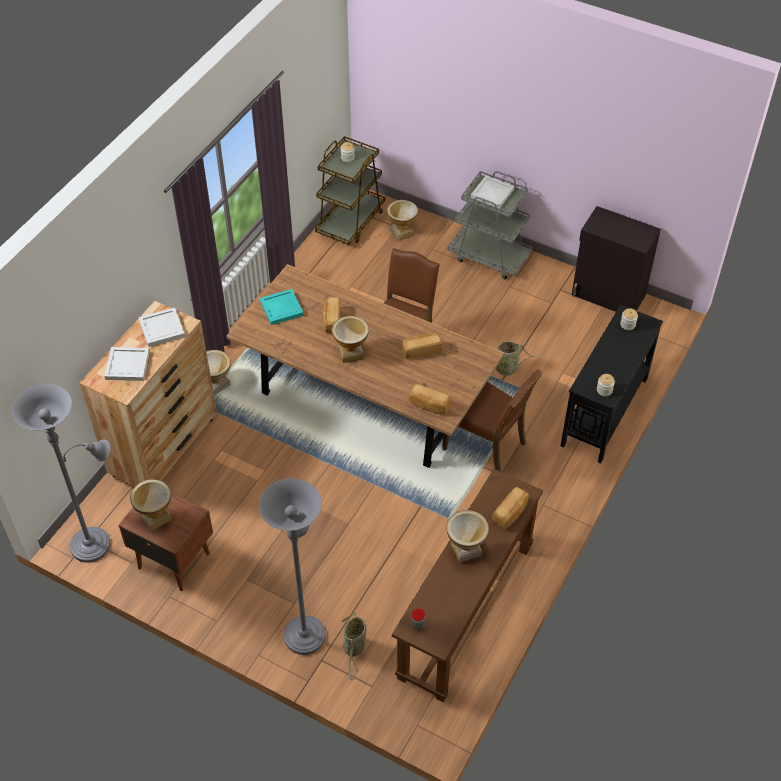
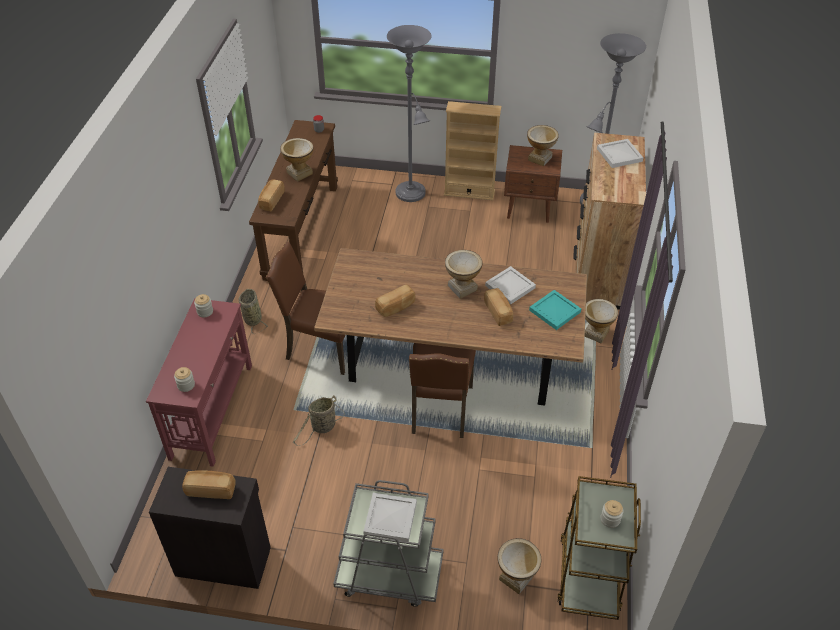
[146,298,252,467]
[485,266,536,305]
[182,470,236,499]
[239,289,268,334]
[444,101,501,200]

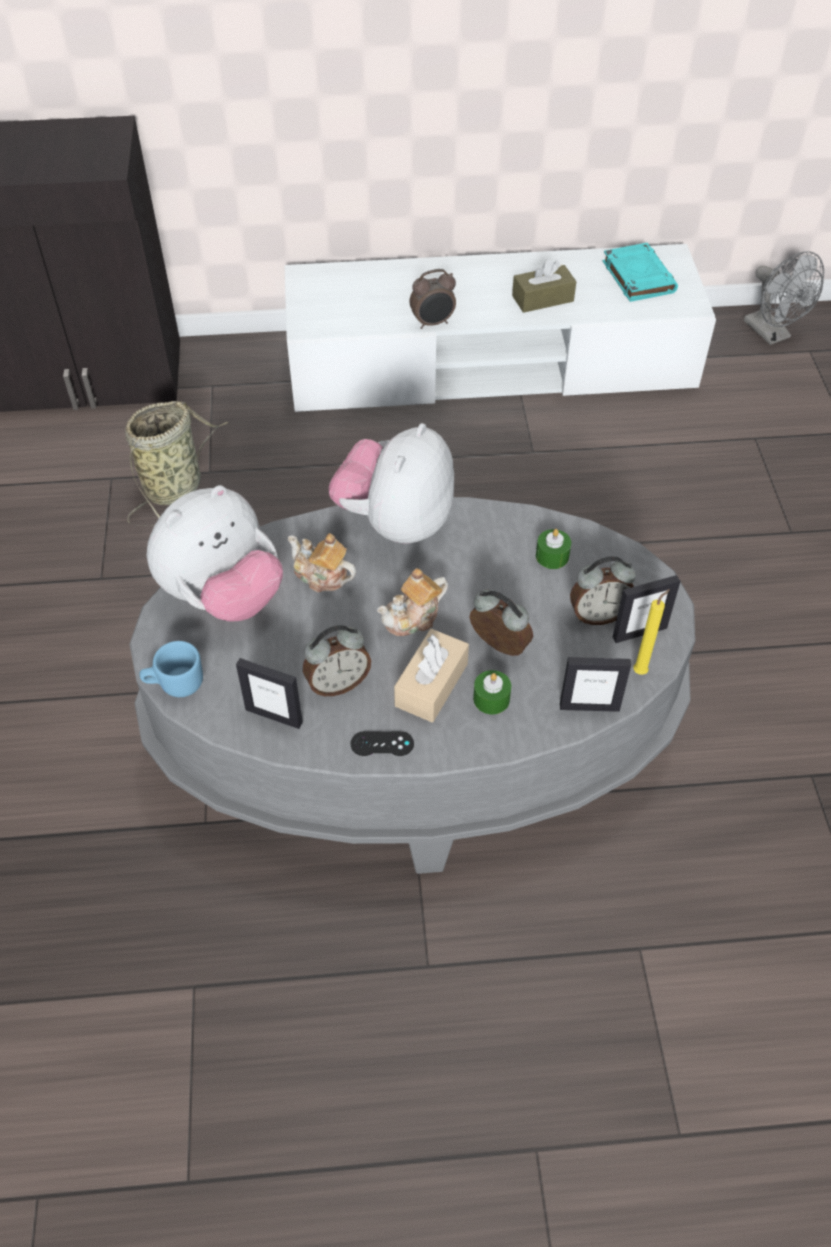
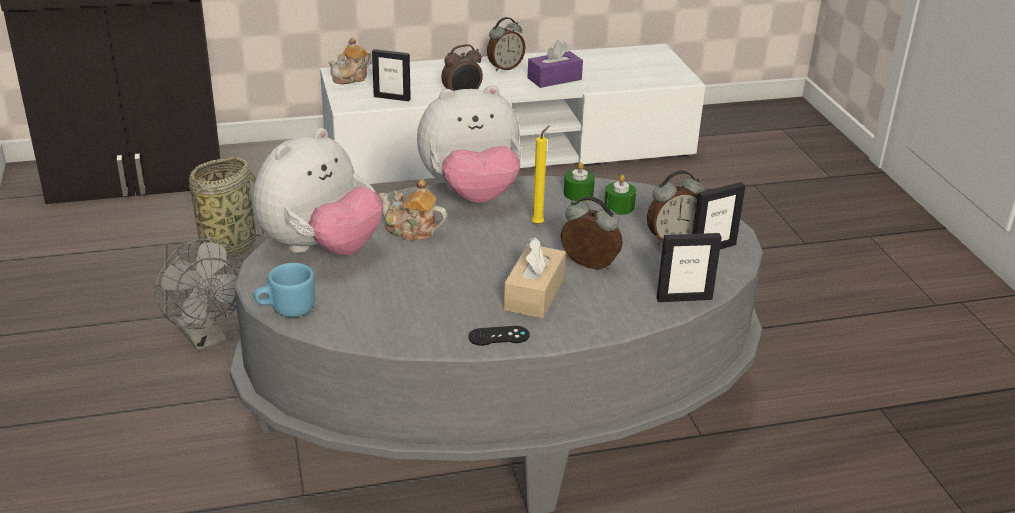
[603,243,678,302] (first image)
[155,238,243,352]
[528,40,583,88]
[417,85,522,203]
[328,37,372,84]
[531,125,550,225]
[487,17,525,71]
[372,49,411,101]
[564,162,595,201]

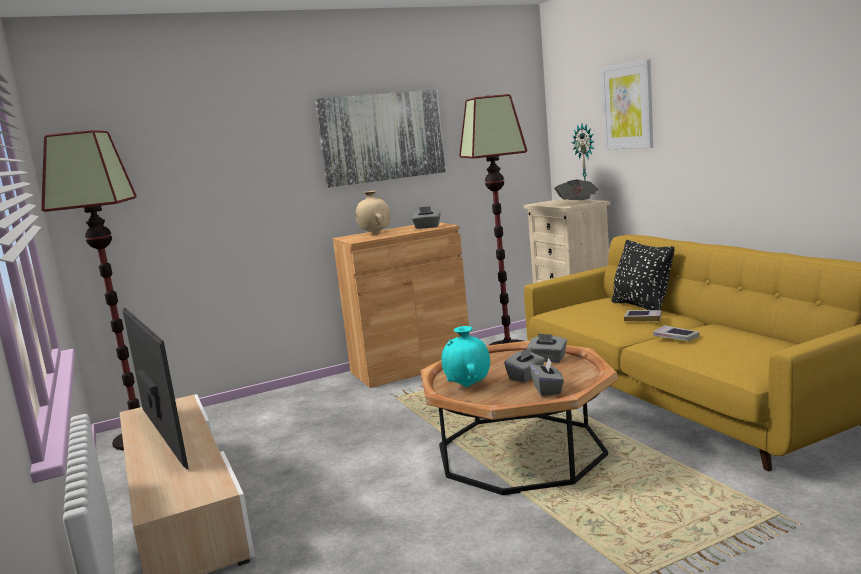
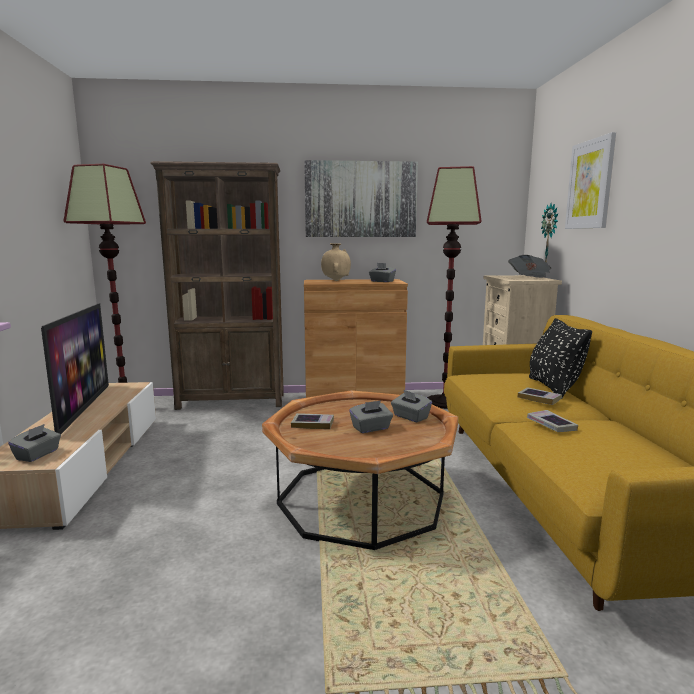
[291,413,334,429]
[8,424,61,462]
[150,161,284,410]

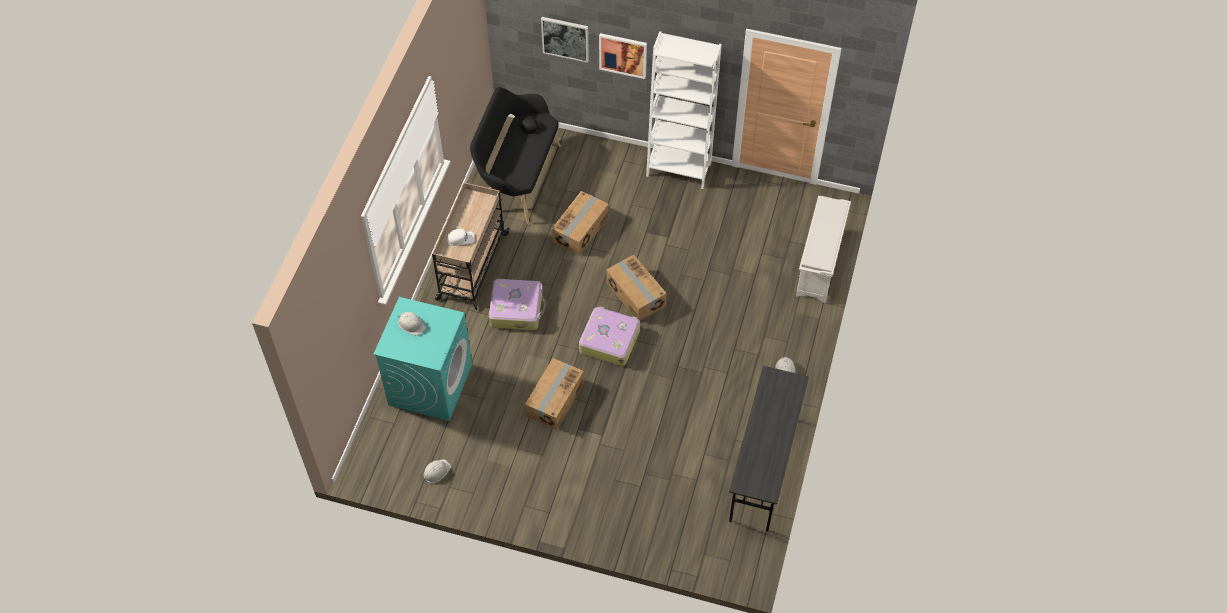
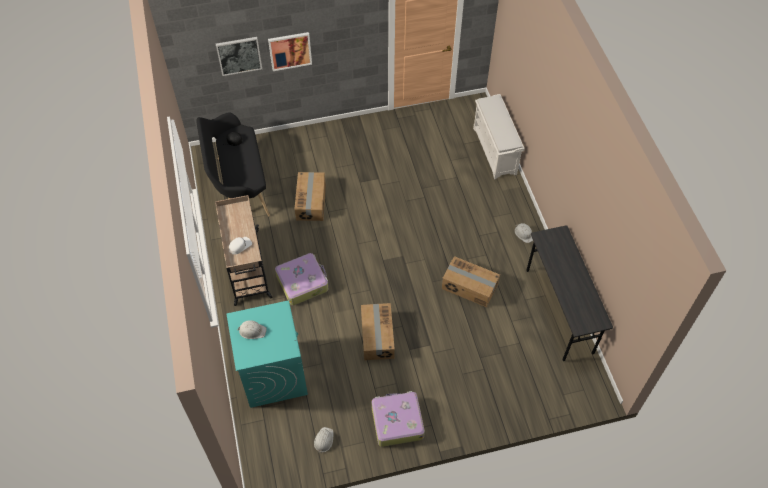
[646,31,722,189] (first image)
[442,256,500,307]
[371,391,425,447]

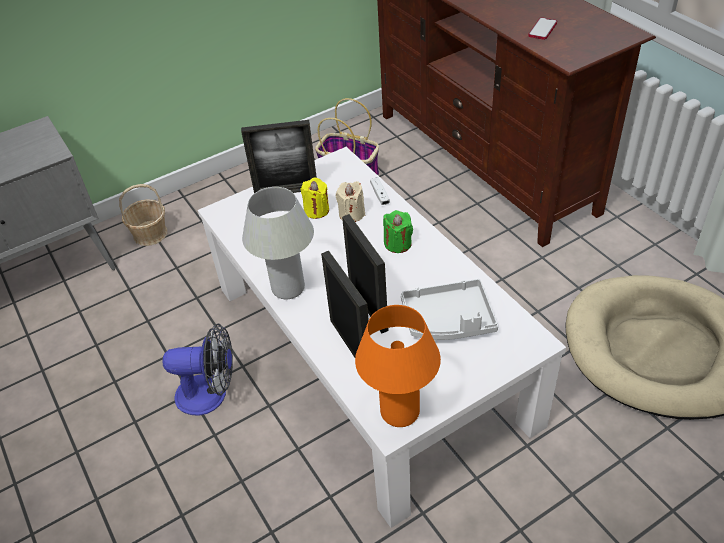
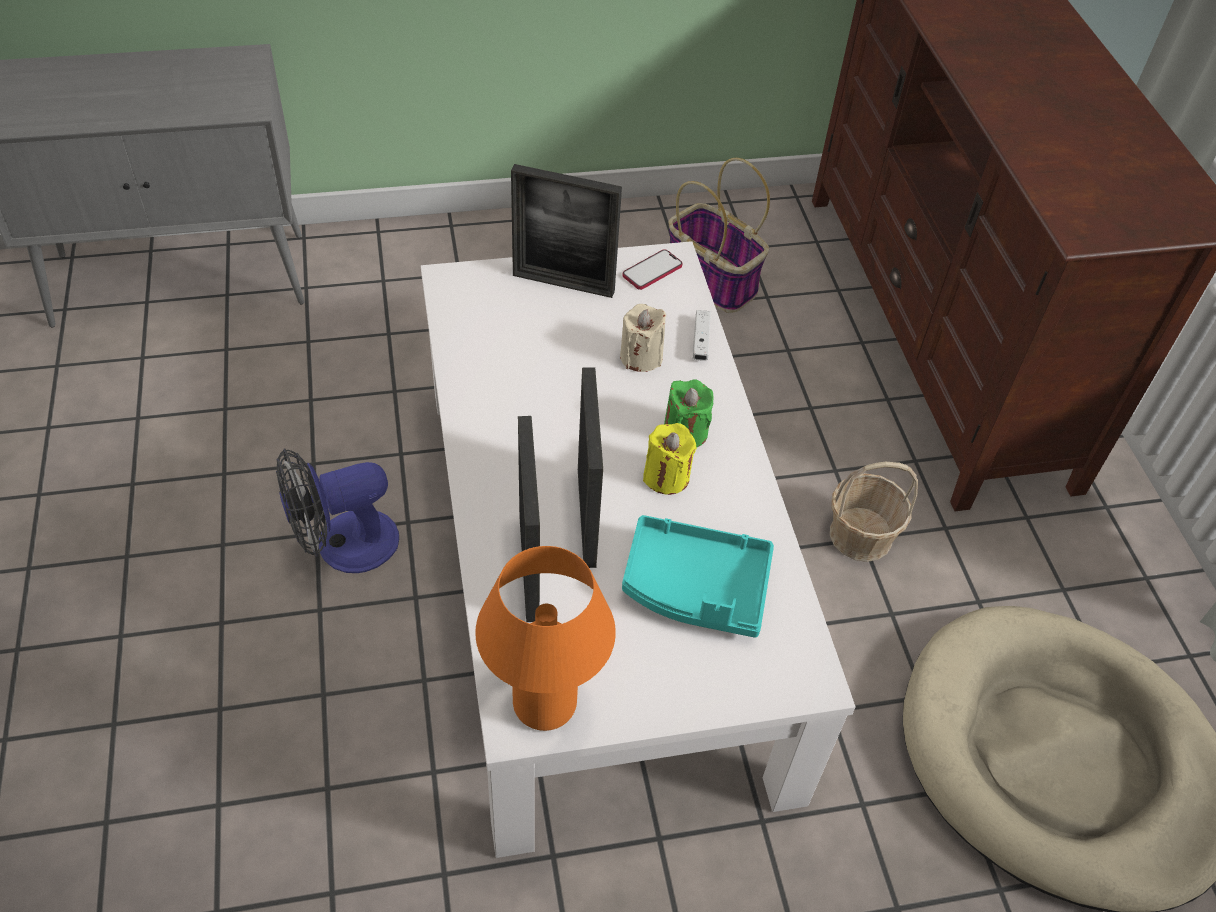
[622,249,683,290]
[643,423,697,495]
[830,462,918,562]
[242,187,314,299] (first image)
[622,515,774,638]
[276,448,399,573]

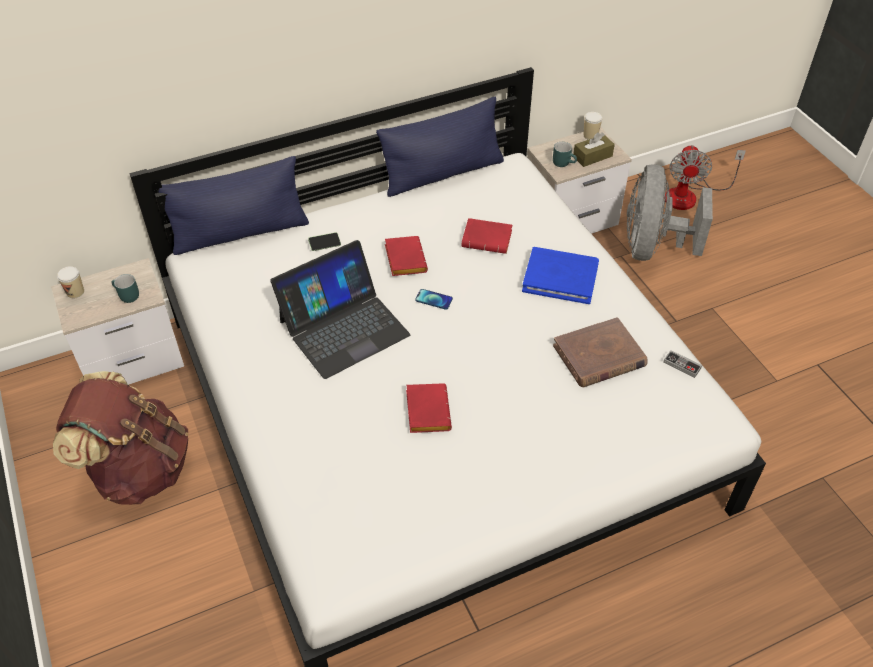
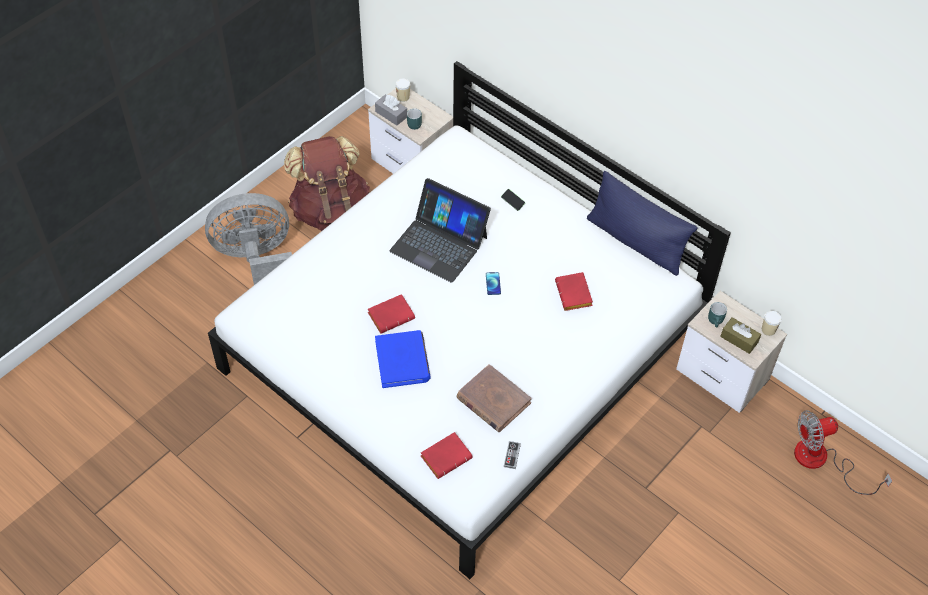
[158,156,309,255] (first image)
[205,193,292,285]
[421,432,473,479]
[375,330,430,388]
[375,94,407,125]

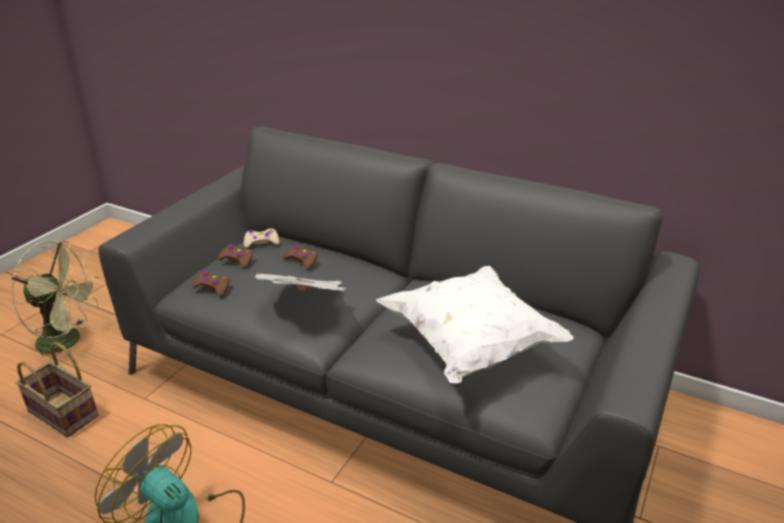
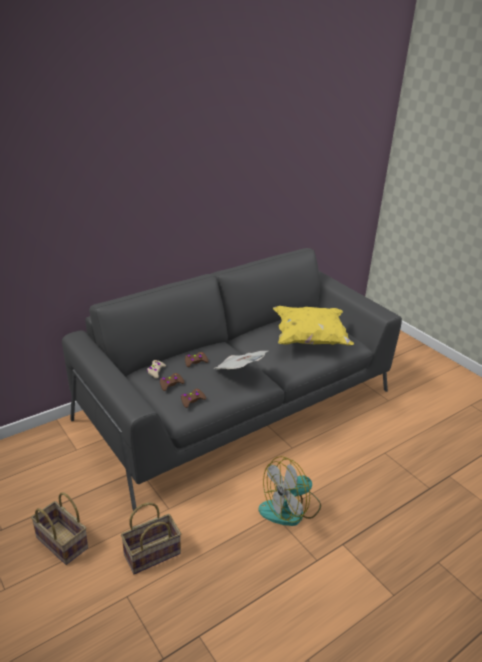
[31,492,88,565]
[273,306,354,346]

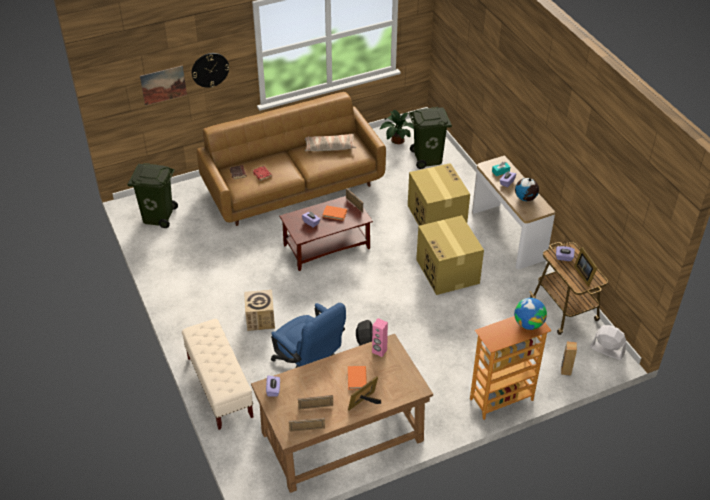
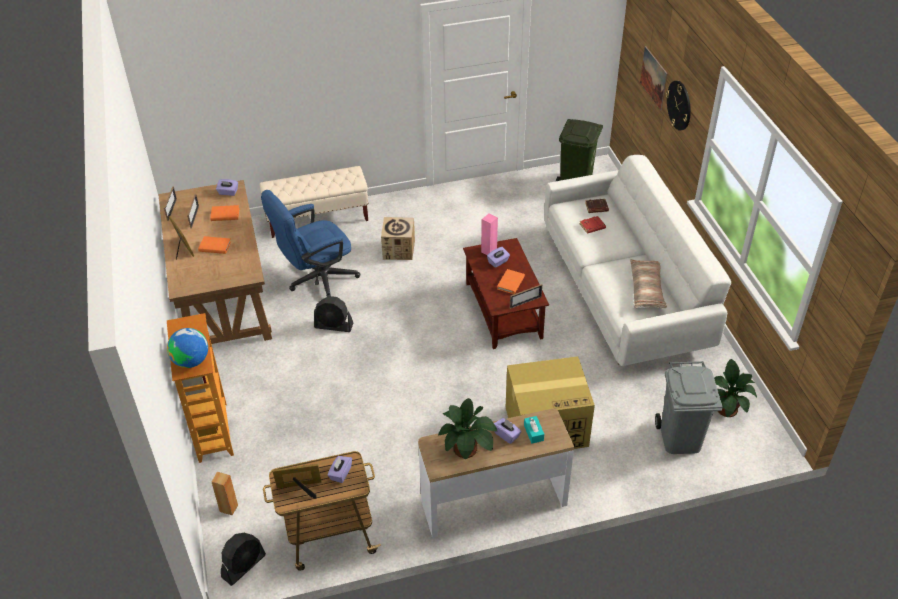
[544,155,731,366]
[655,361,723,454]
[438,398,497,459]
[416,215,484,295] (first image)
[481,213,498,255]
[221,533,266,586]
[210,205,240,221]

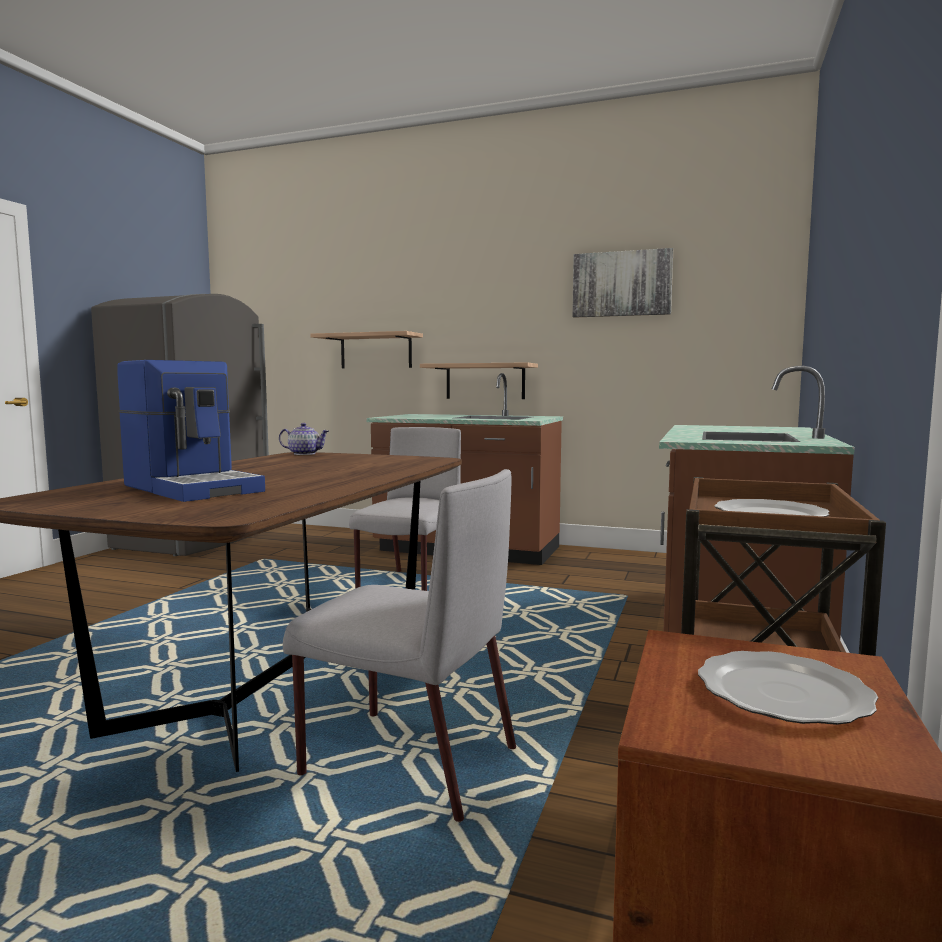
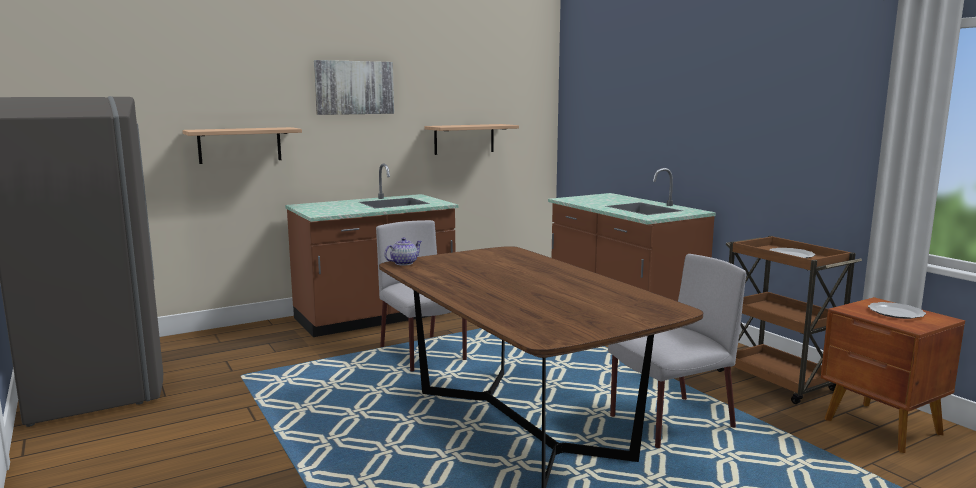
[314,60,394,115]
[117,360,265,502] (first image)
[424,124,519,155]

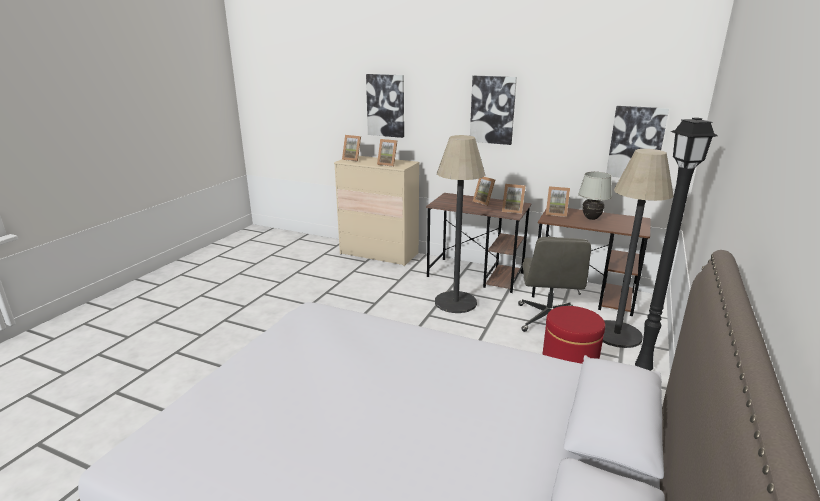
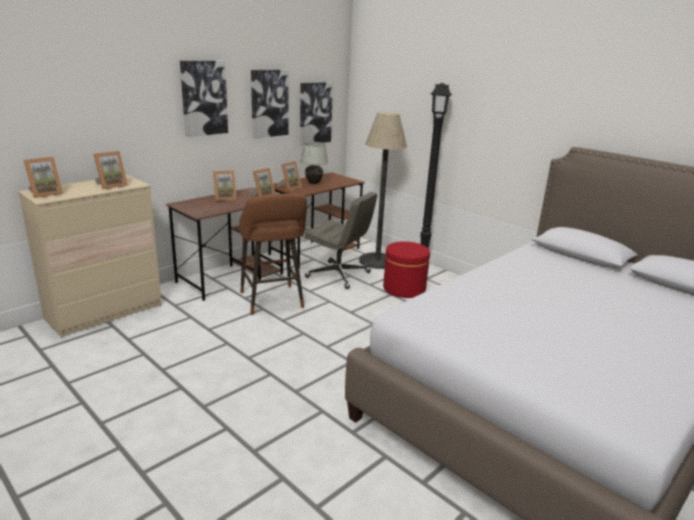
[251,69,289,139]
[239,194,307,315]

